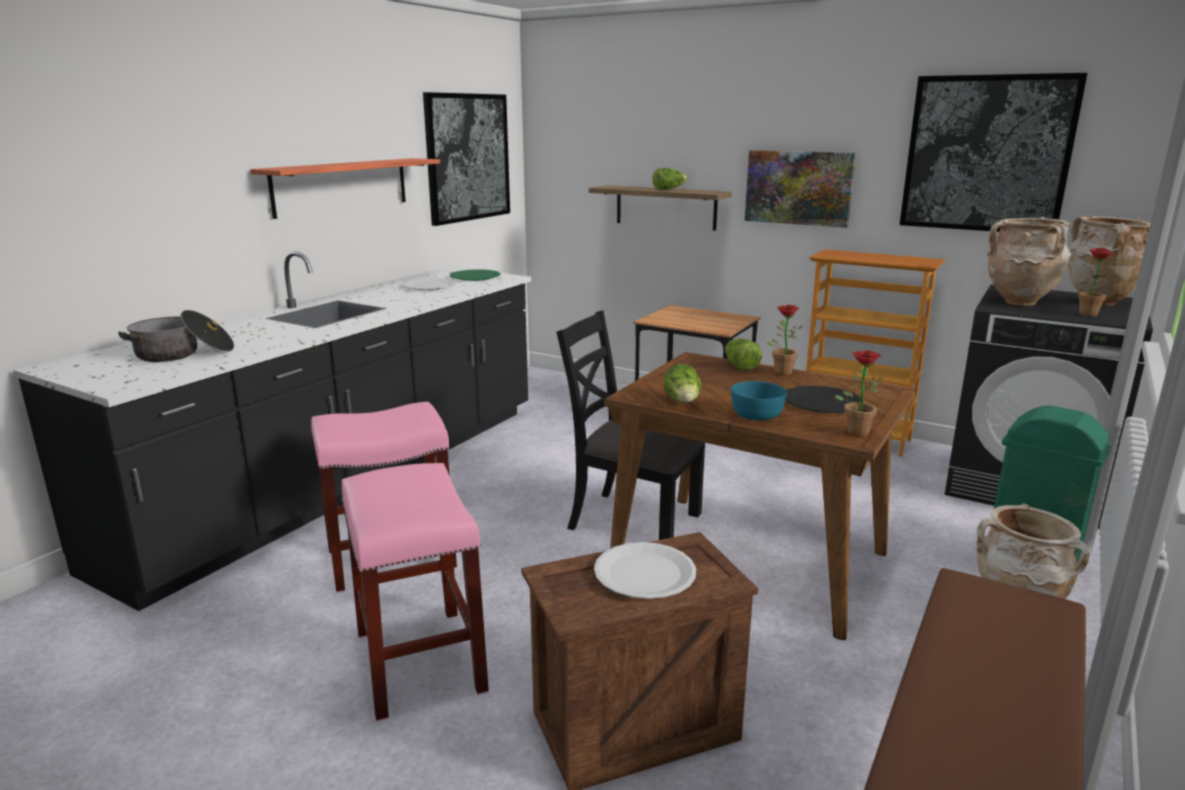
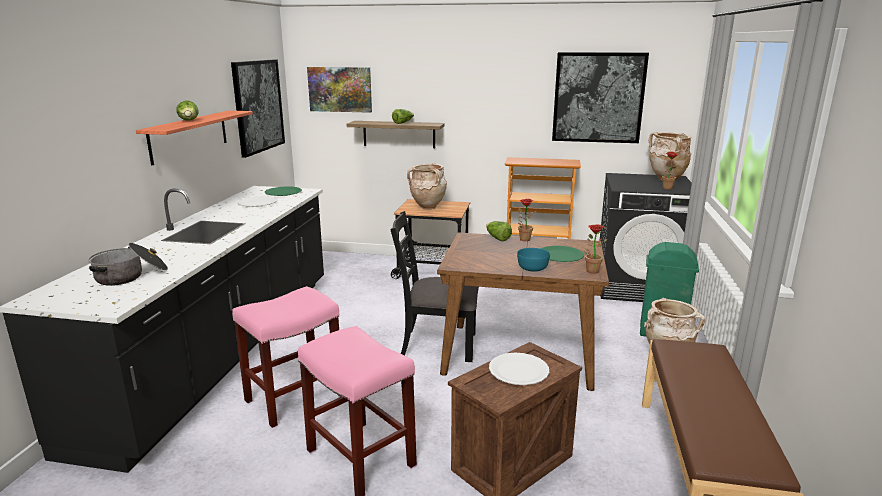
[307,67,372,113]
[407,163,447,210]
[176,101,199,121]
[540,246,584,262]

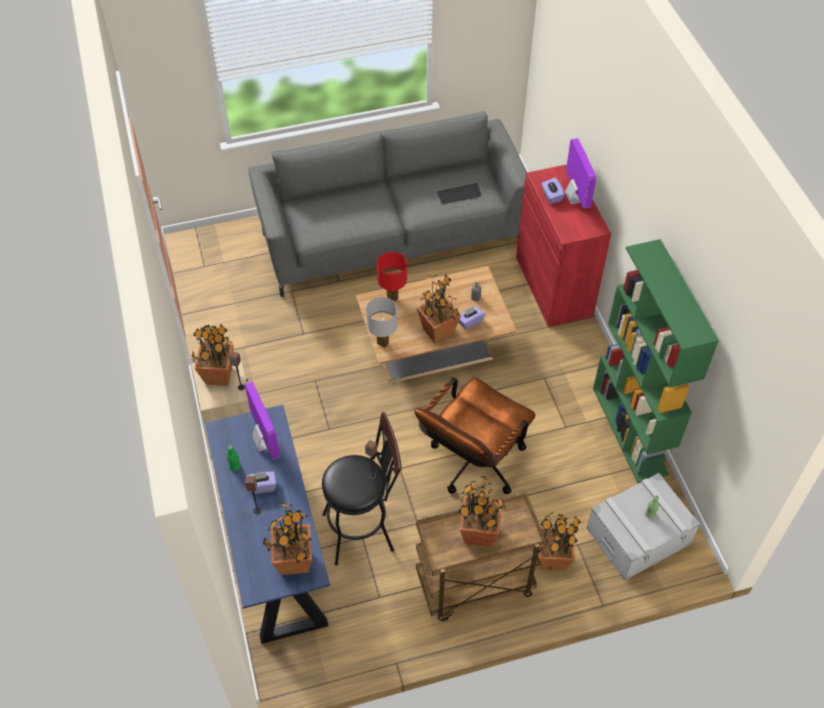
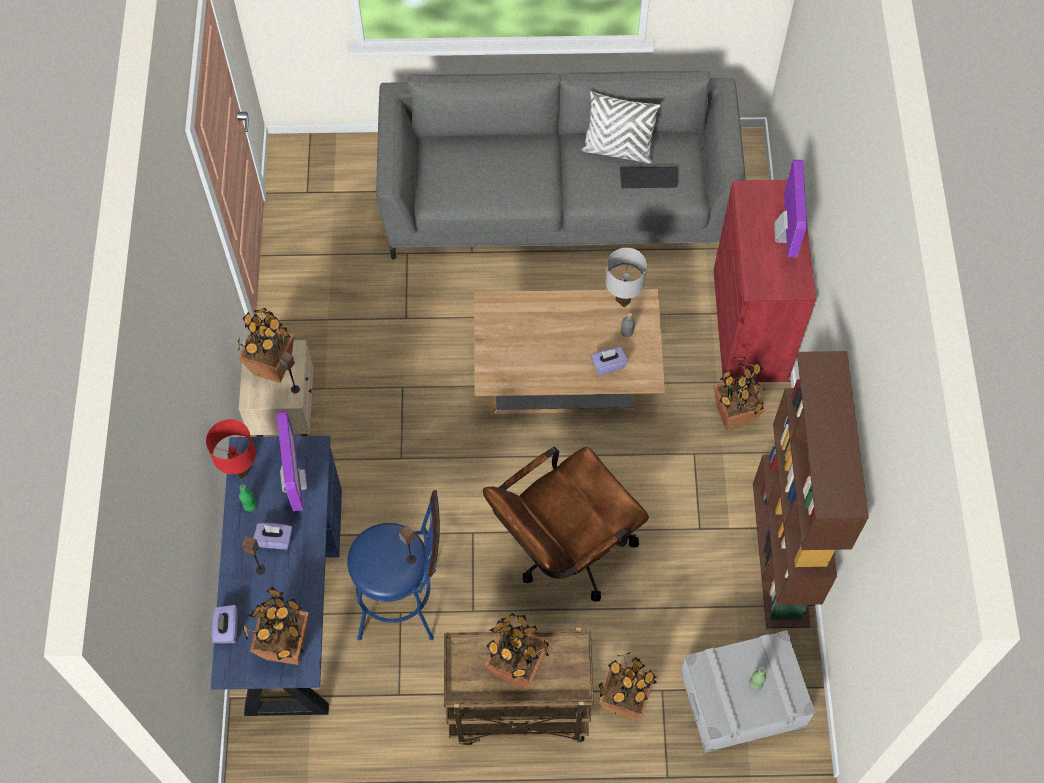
[212,605,238,644]
[753,351,869,628]
[206,419,256,479]
[713,357,766,431]
[606,248,647,308]
[347,490,440,640]
[581,91,661,163]

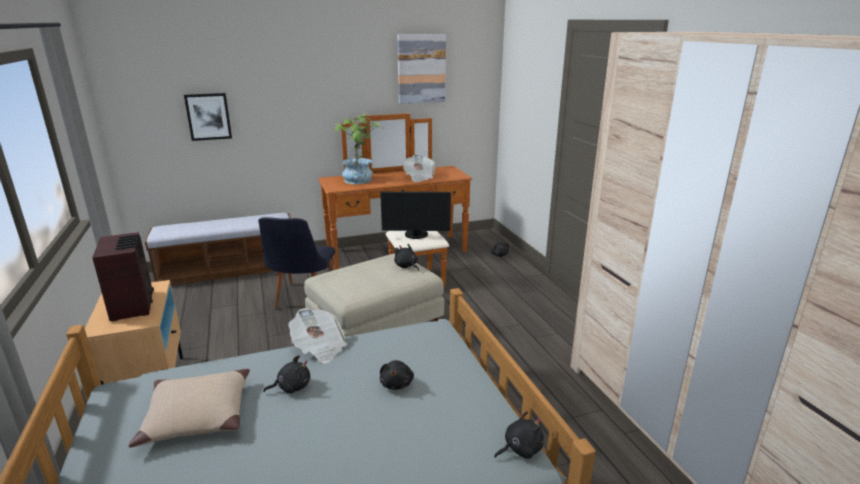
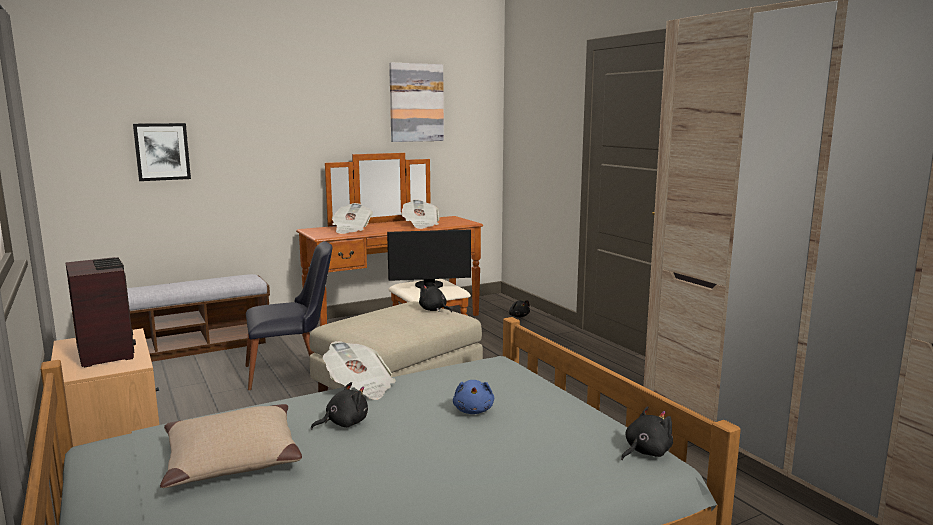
[332,203,373,234]
[245,241,332,390]
[453,380,494,414]

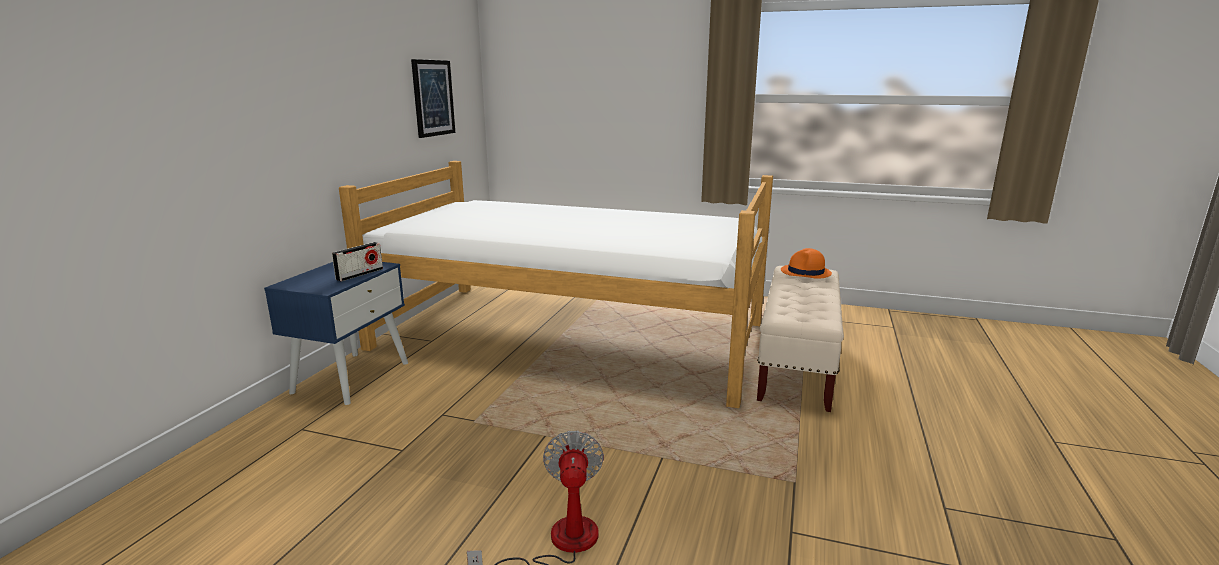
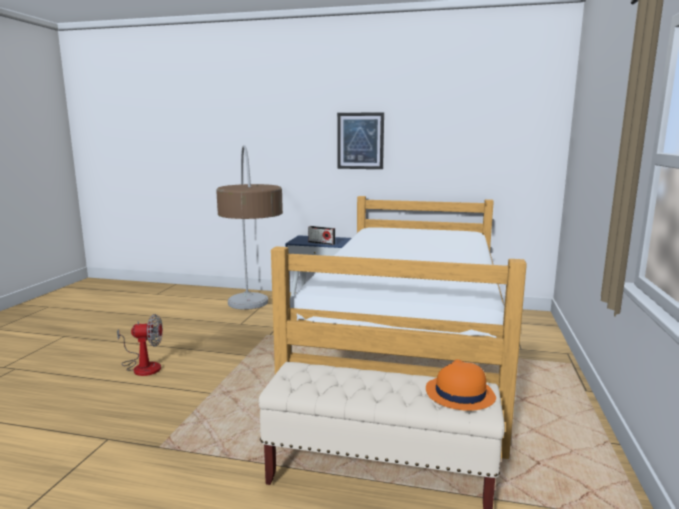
[337,112,384,169]
[216,145,283,310]

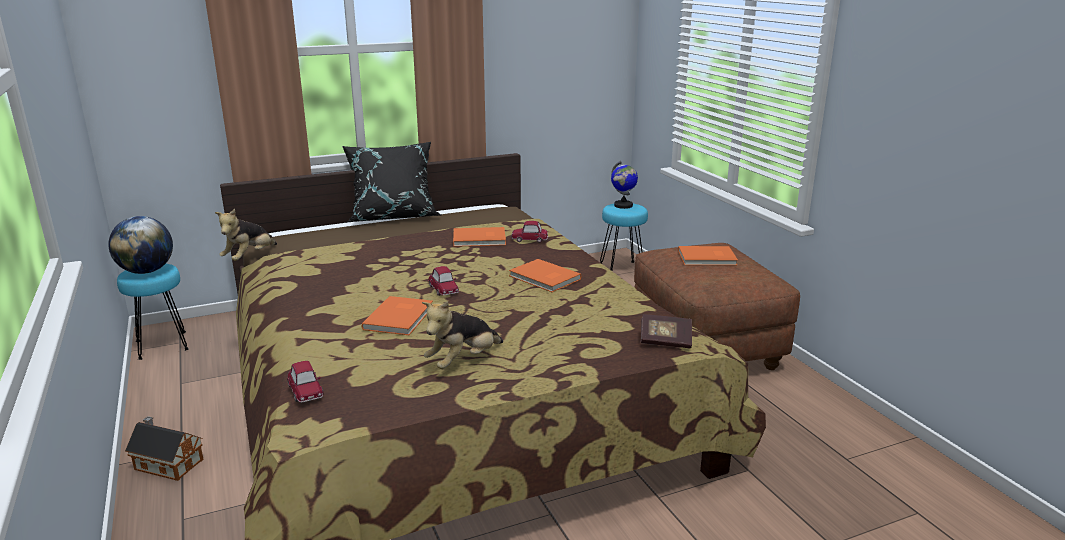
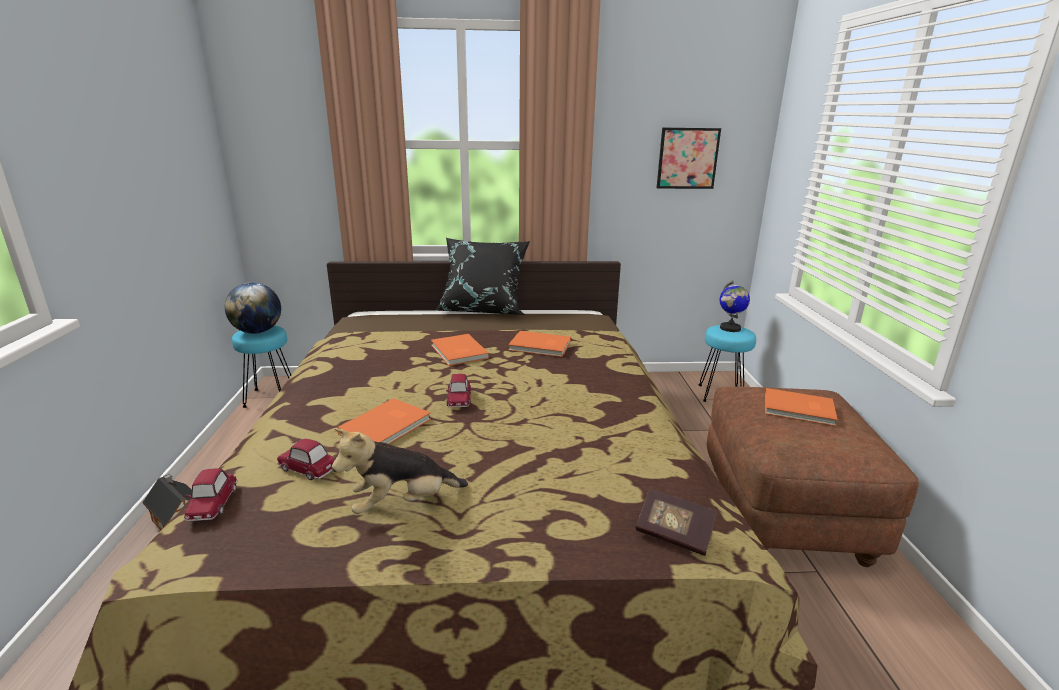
[215,209,277,261] (first image)
[277,439,335,480]
[431,334,490,366]
[657,128,721,189]

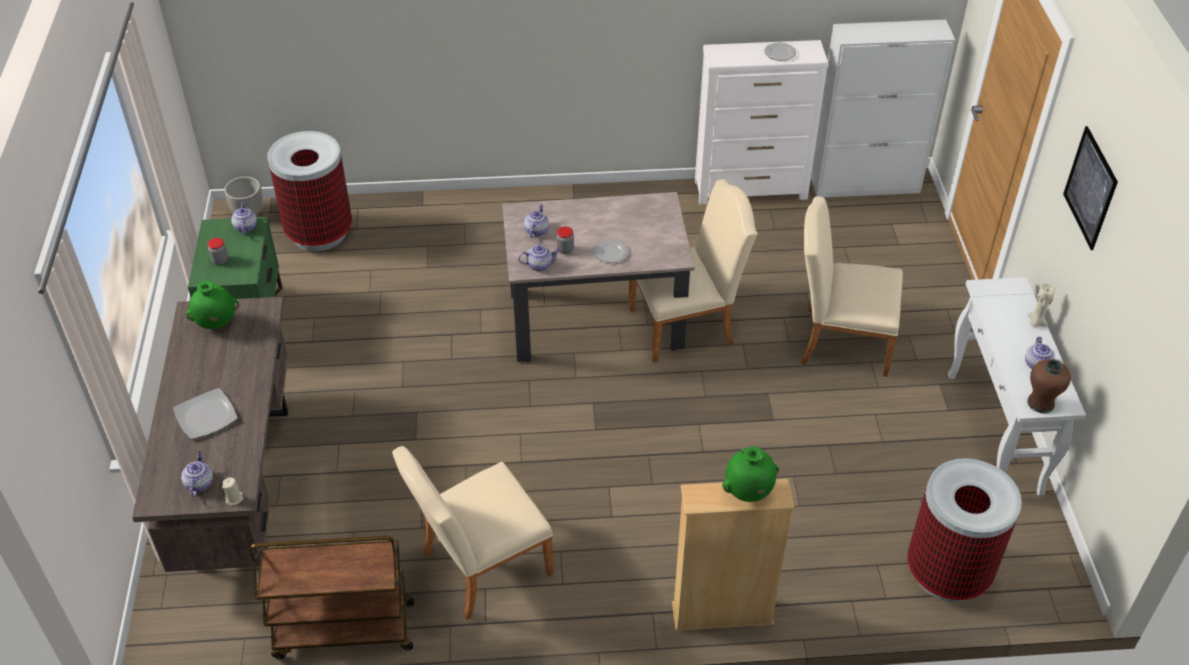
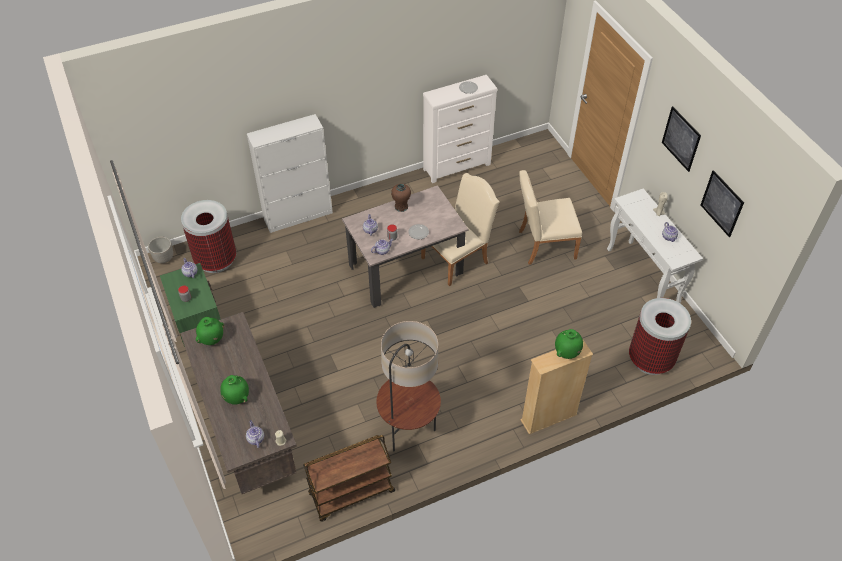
[247,114,333,233]
[391,183,411,212]
[220,375,249,405]
[376,321,441,451]
[701,170,744,237]

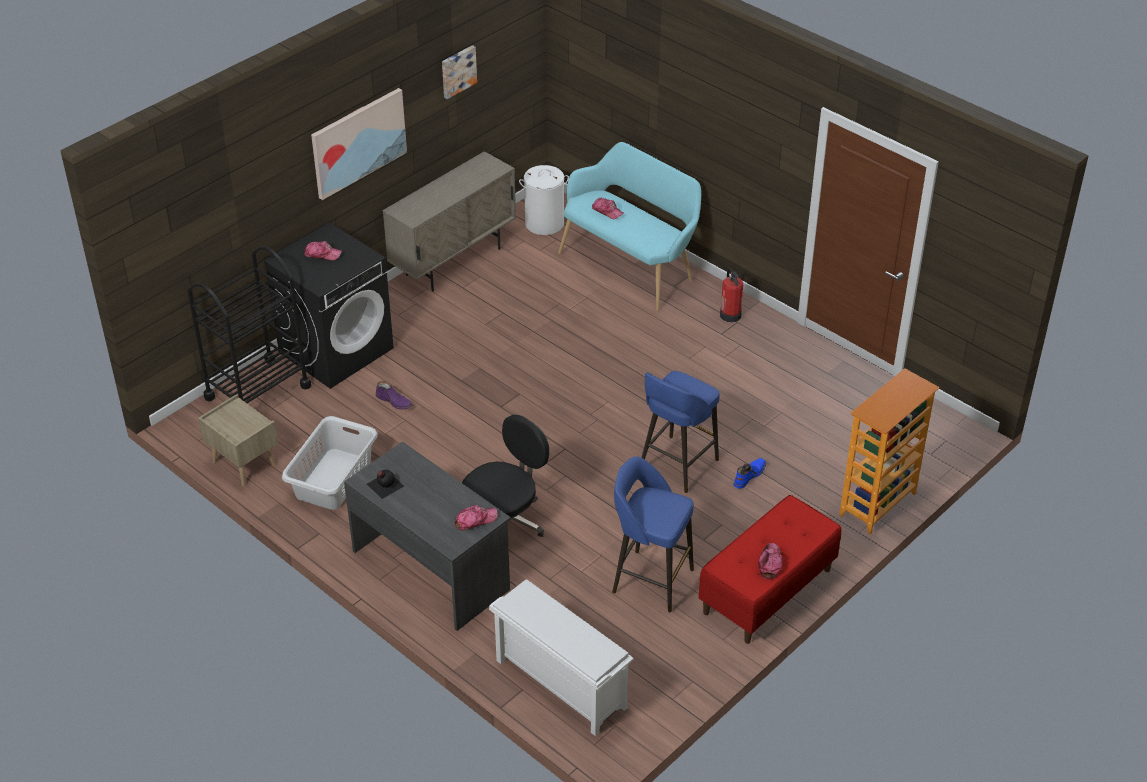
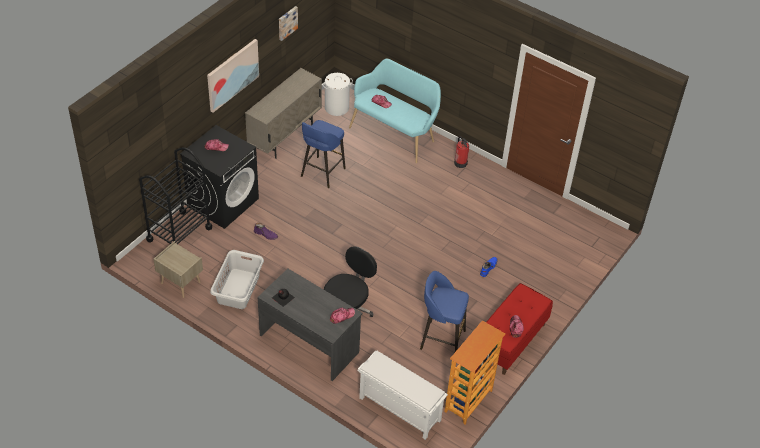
[444,320,505,425]
[301,120,346,188]

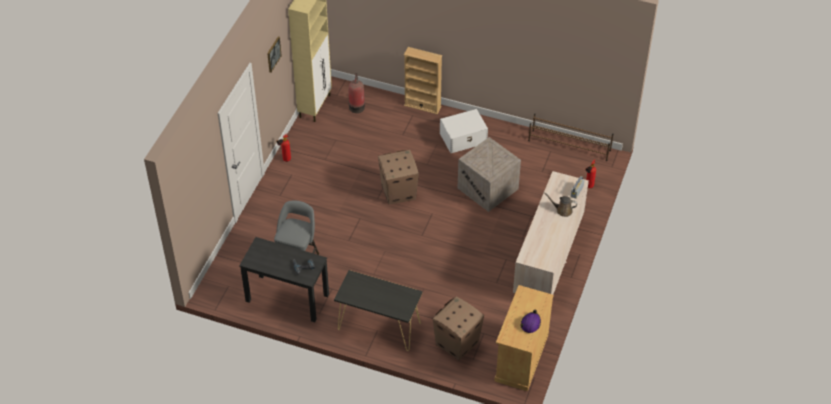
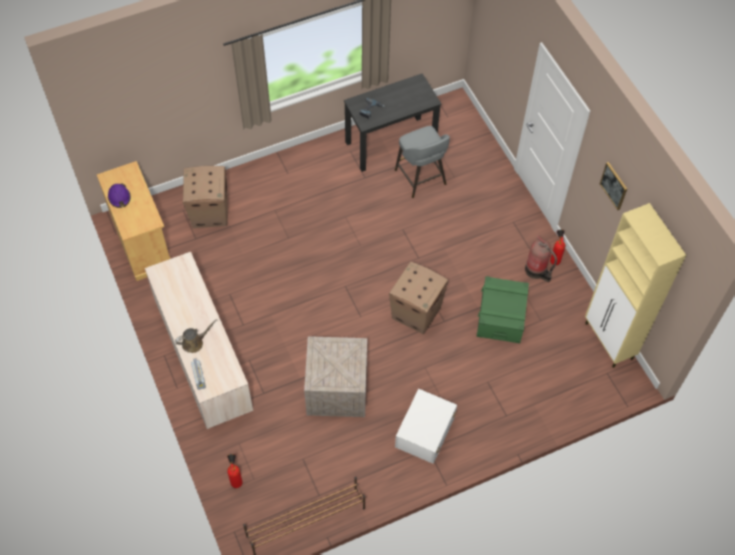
[404,47,442,115] (first image)
[525,236,557,282]
[334,270,423,351] (first image)
[476,276,529,343]

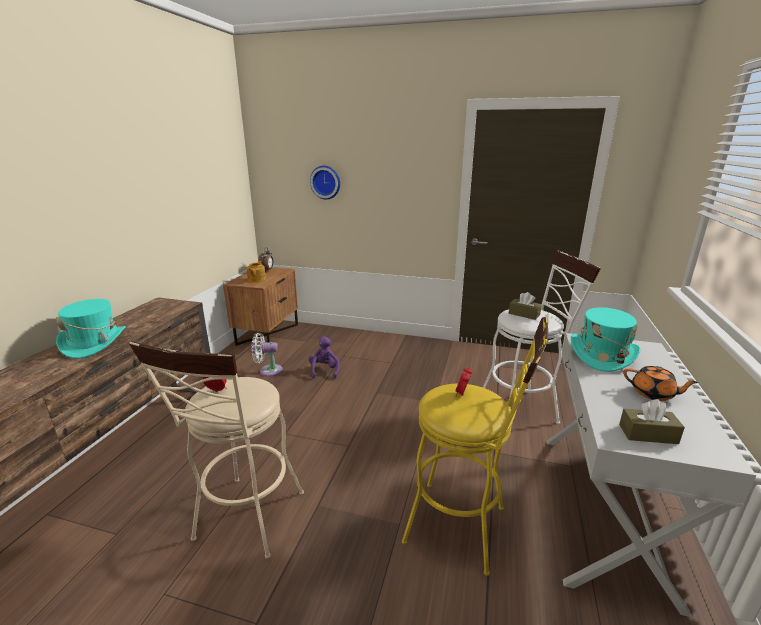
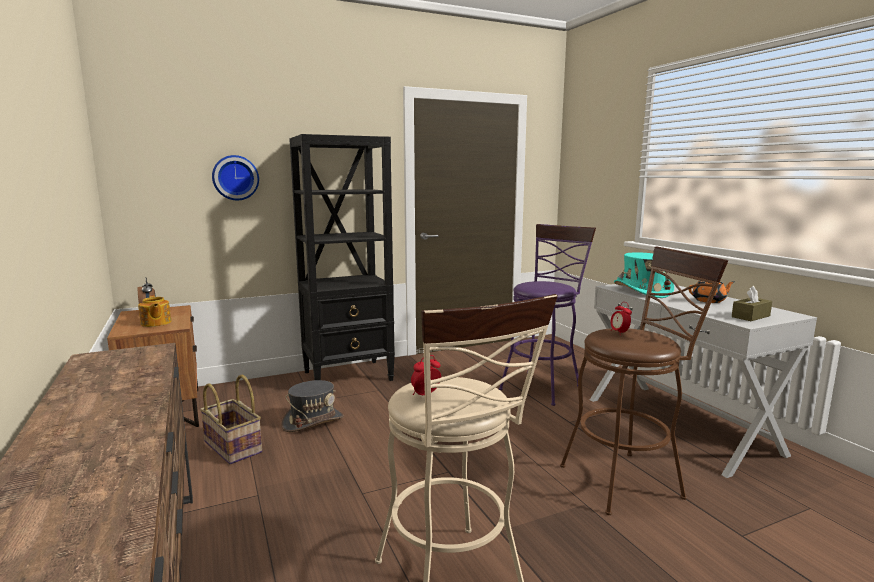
[499,224,596,406]
[509,292,542,320] (first image)
[56,299,126,359] (first image)
[560,246,728,515]
[200,375,262,464]
[281,380,344,432]
[289,134,395,381]

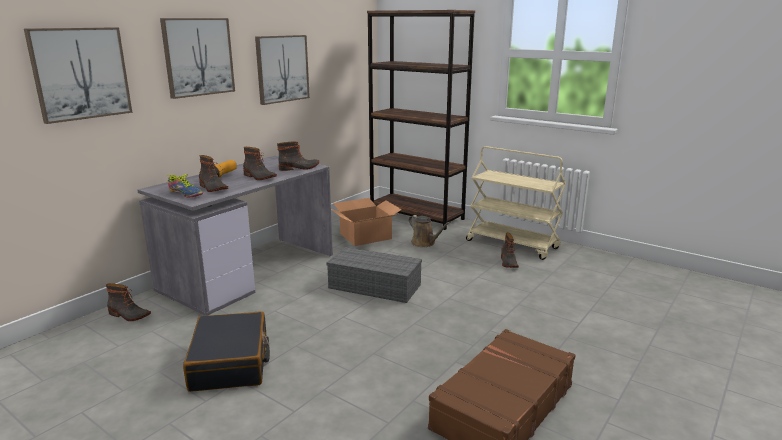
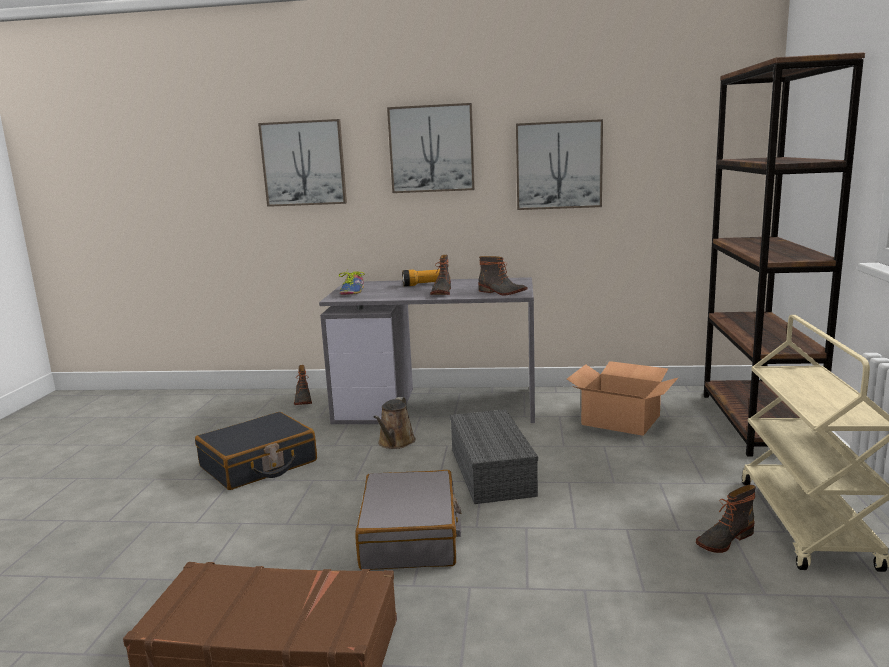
[199,155,228,192] (first image)
[373,397,416,449]
[355,470,461,570]

